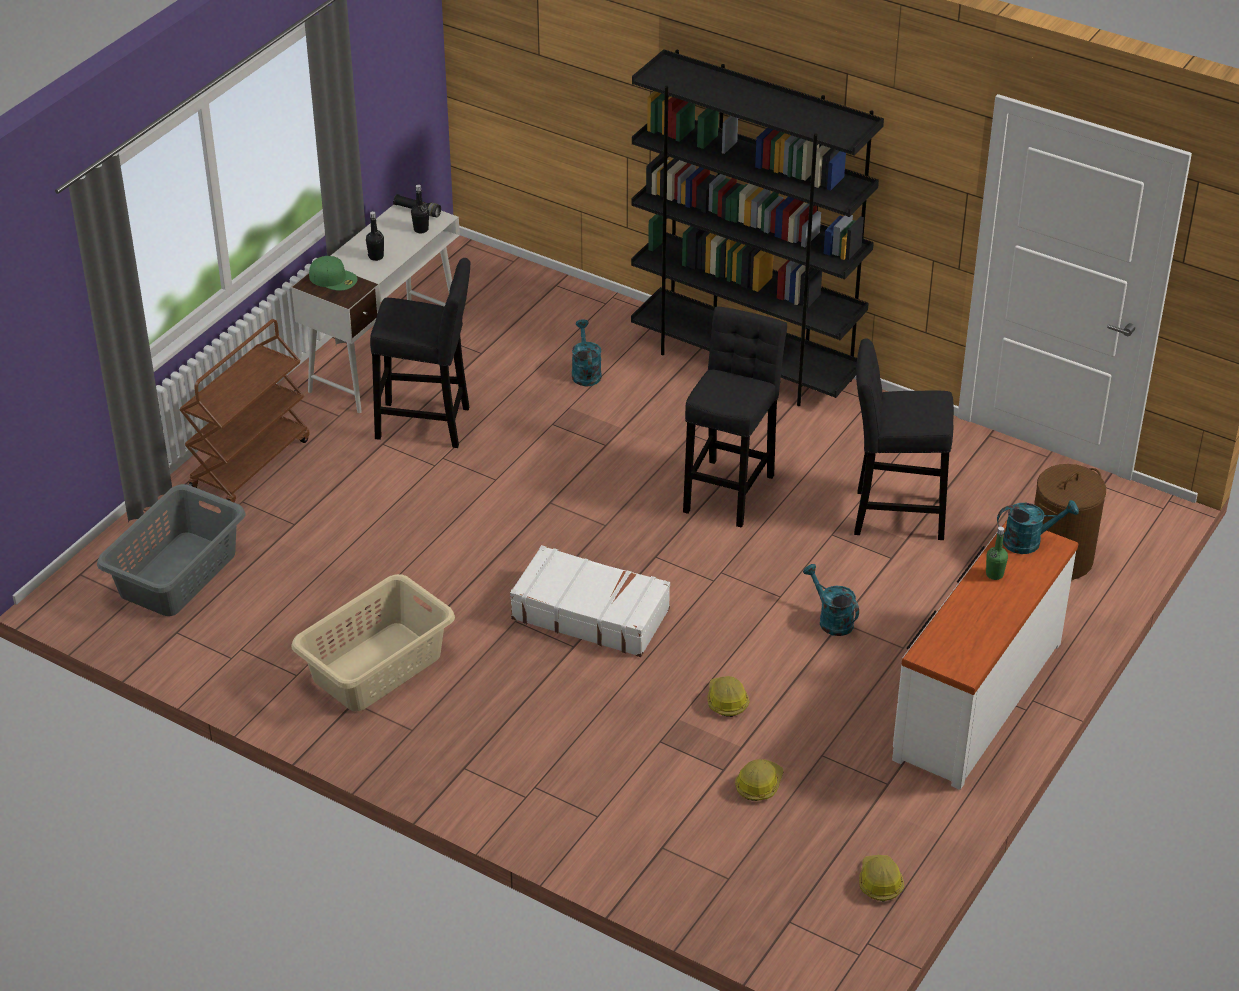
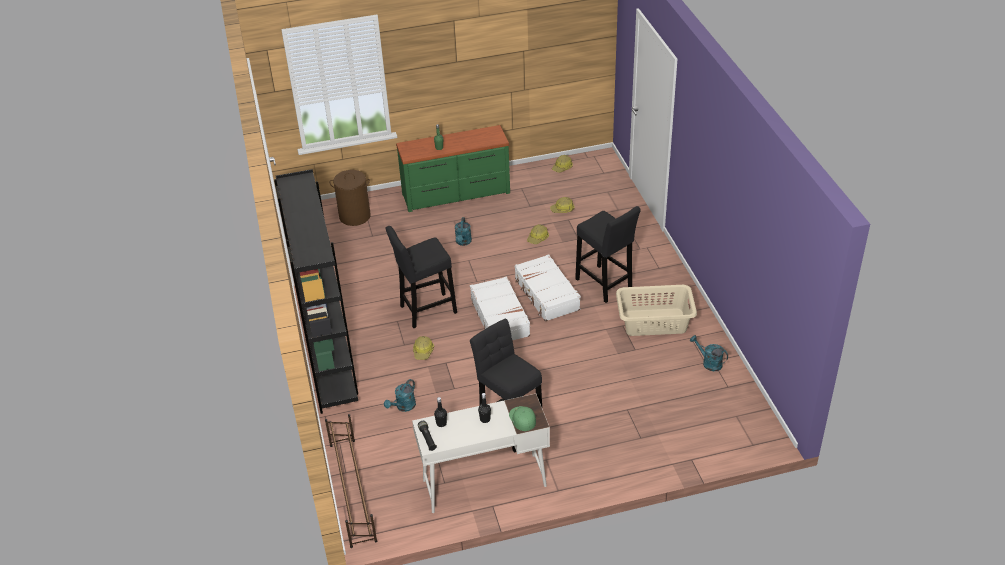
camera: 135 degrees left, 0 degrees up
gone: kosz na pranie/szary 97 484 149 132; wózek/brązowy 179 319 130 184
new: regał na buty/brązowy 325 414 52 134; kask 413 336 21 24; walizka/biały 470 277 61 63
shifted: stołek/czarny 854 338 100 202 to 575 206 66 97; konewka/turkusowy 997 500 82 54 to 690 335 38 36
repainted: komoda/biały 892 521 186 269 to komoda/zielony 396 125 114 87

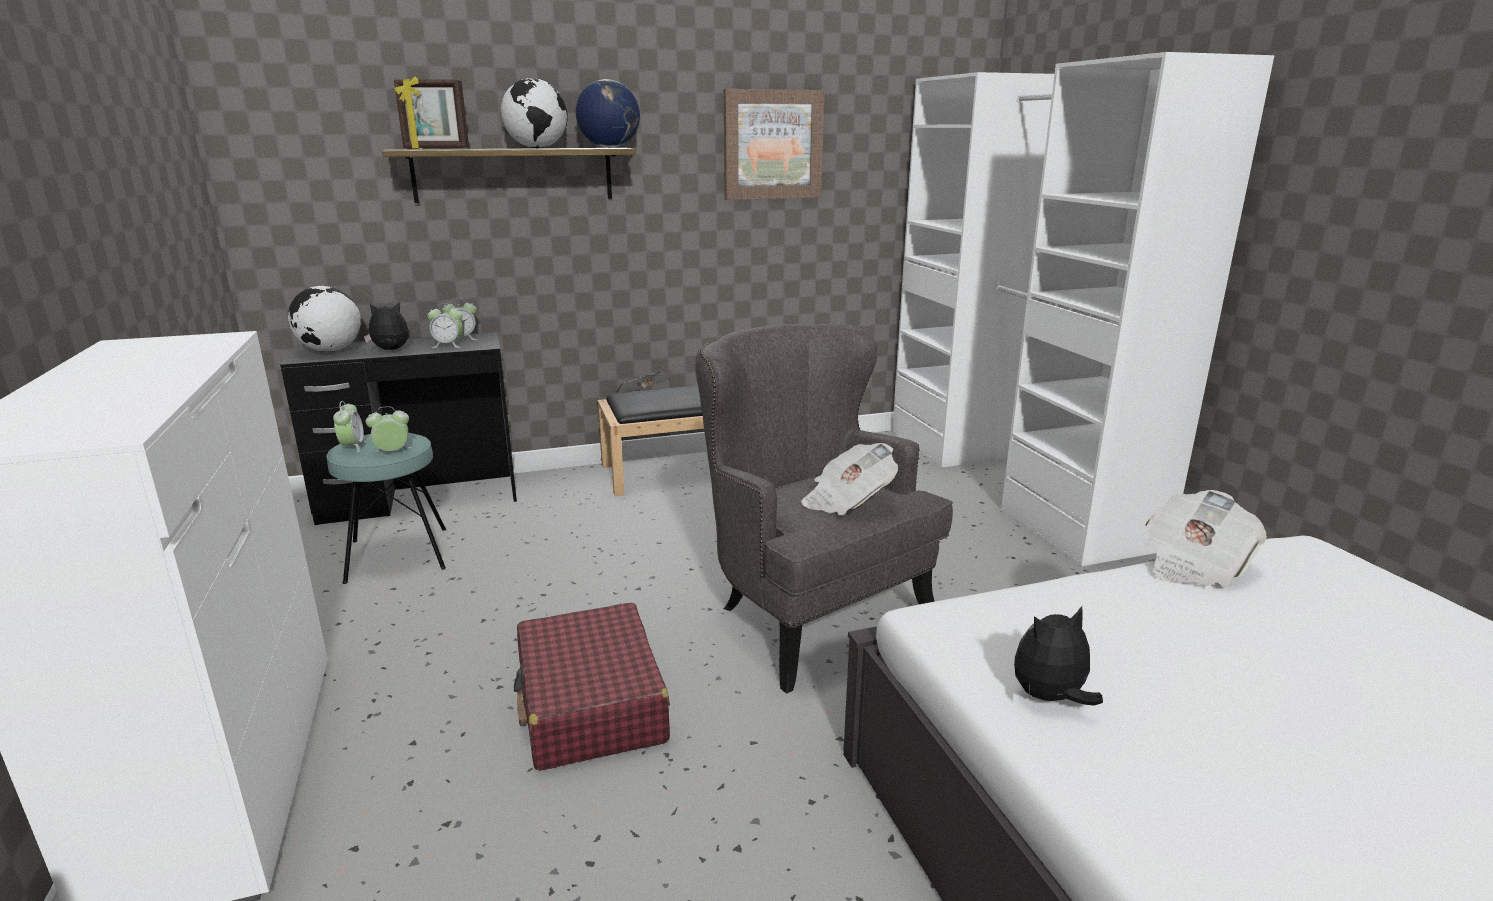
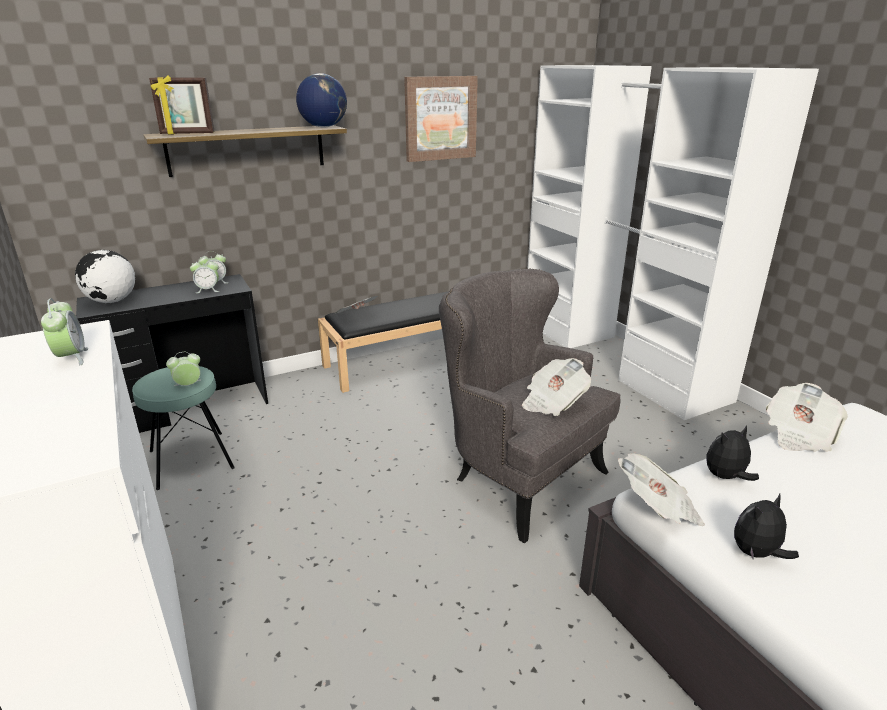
camera: 10 degrees left, 5 degrees up
gone: globus 501 78 67 70; walizka/czerwony 514 602 156 169
new: gazeta 618 453 87 73
shifted: budzik 333 401 33 52 to 41 298 47 67; pluszak 364 303 45 47 to 707 426 52 55

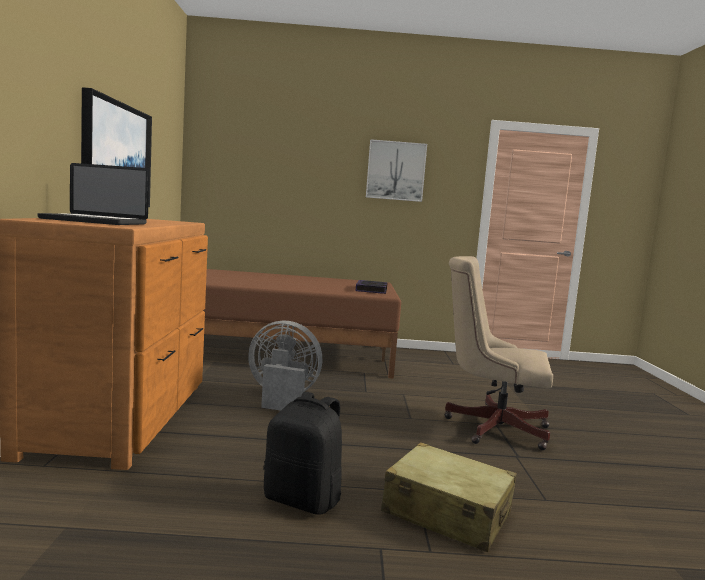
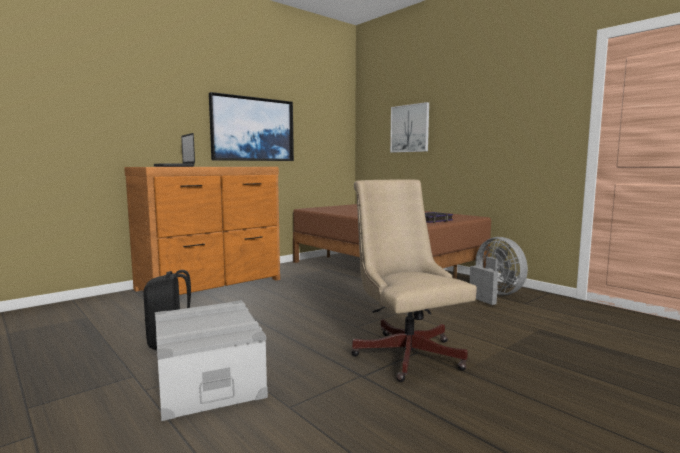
camera: 50 degrees right, 0 degrees up
shifted: wentylator/szary 248 321 74 90 to 469 237 59 68; obraz 366 139 61 63 to 390 102 39 51
swapped: walizka/beżowy 381 442 136 110 to pojemnik do przechowywania/szary 155 300 113 121

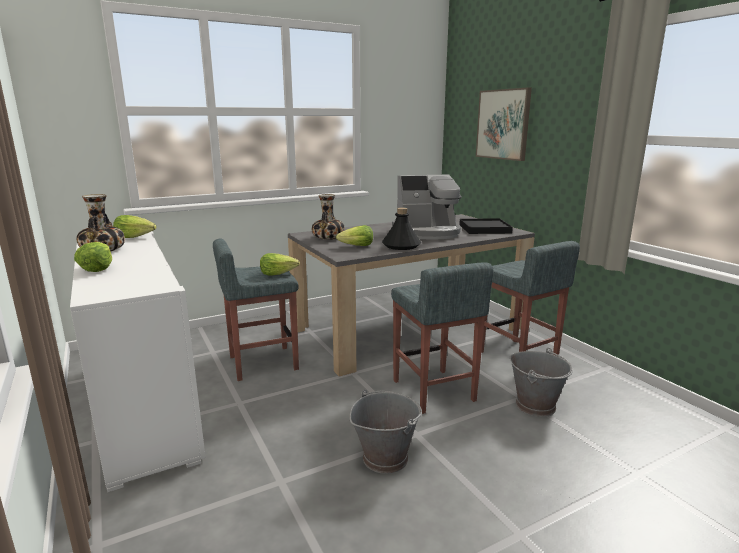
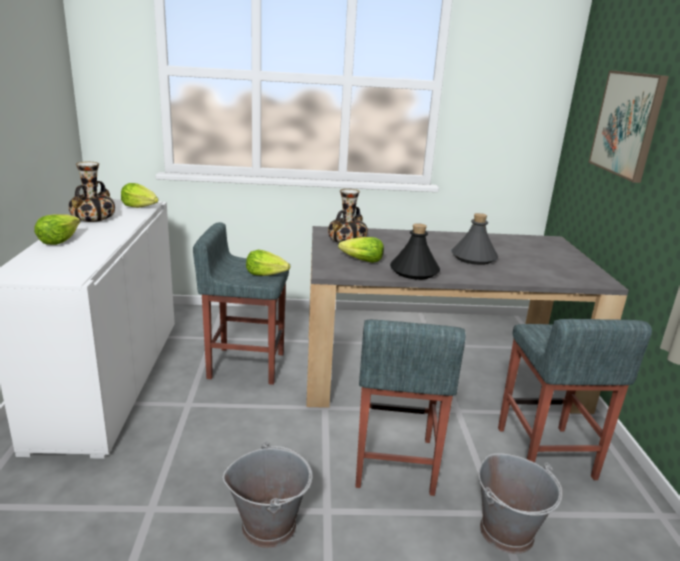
camera: 25 degrees right, 5 degrees up
gone: taca/czarny 459 218 54 16
swapped: ekspres do kawy 392 175 70 65 to butelka/szary 452 213 46 52

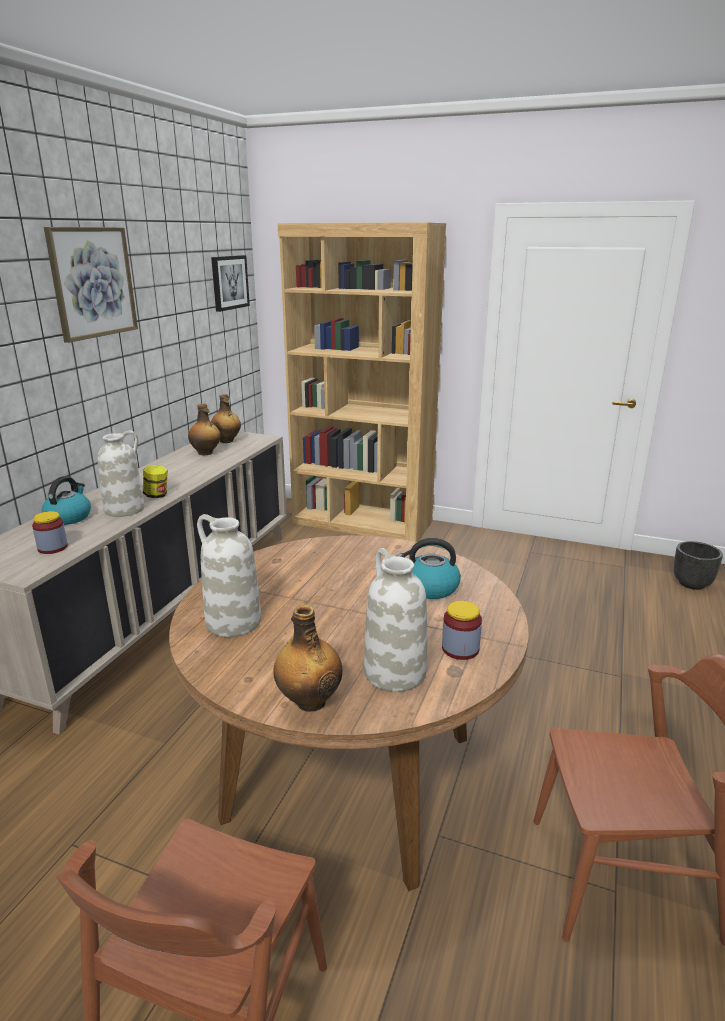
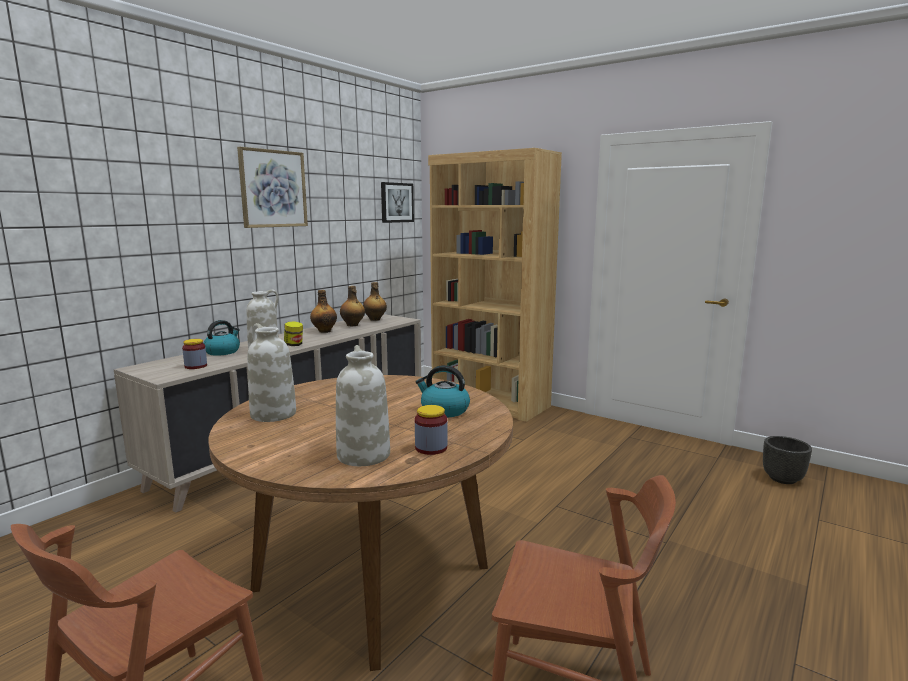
camera: 15 degrees right, 10 degrees down
shifted: butelka 273 605 69 107 to 310 290 27 43

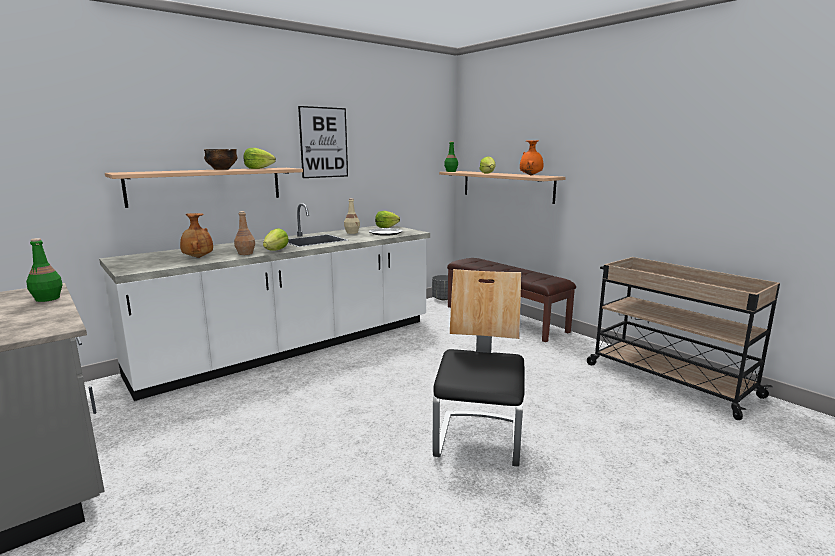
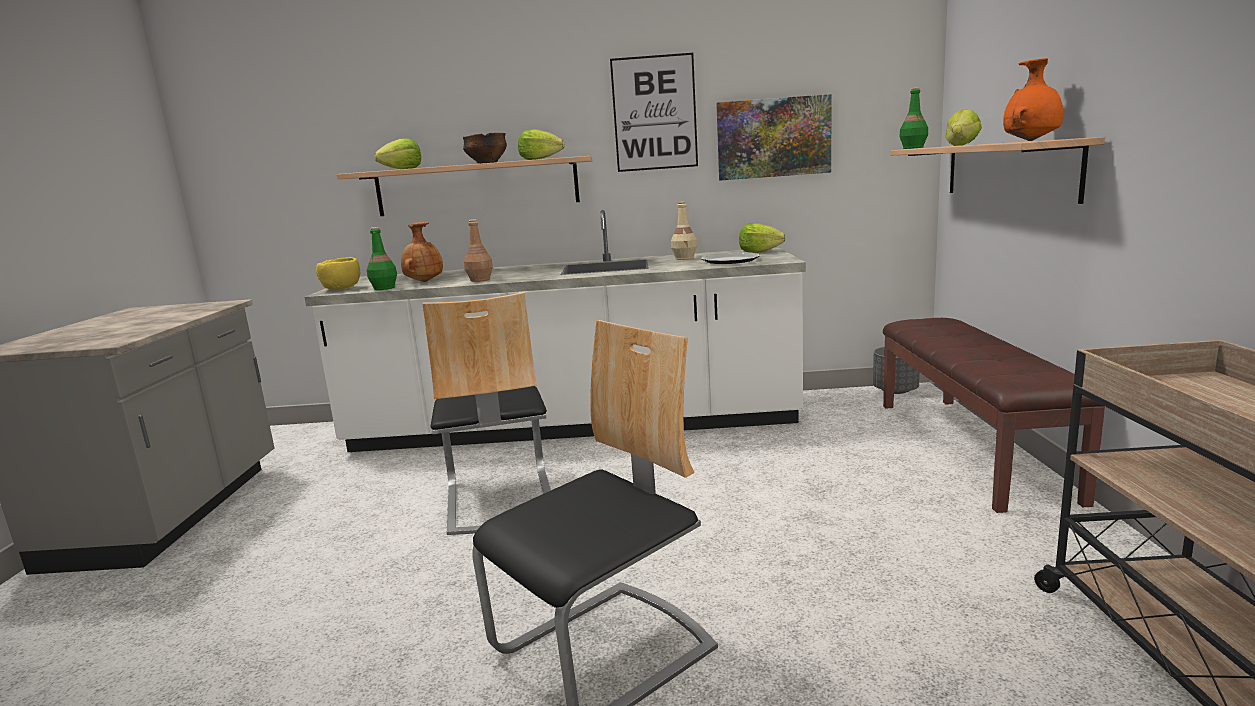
camera: 40 degrees right, 0 degrees up
new: miska/żółty 316 257 44 33; krzesło 422 292 129 243; obraz 716 94 116 86
shifted: butelka/zielony 26 238 37 64 to 367 227 30 63; sałata 263 228 26 23 to 374 138 47 31

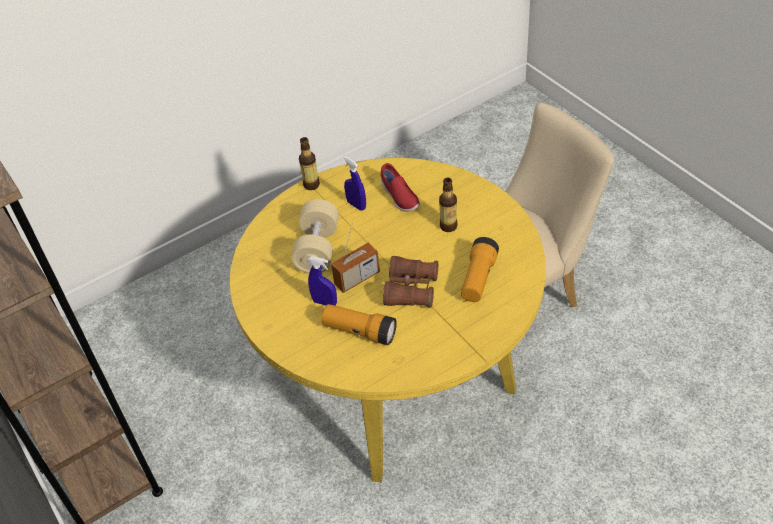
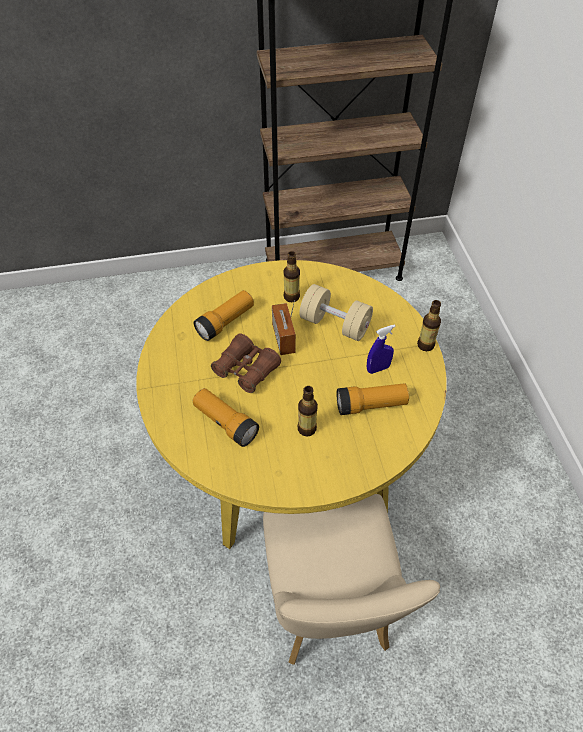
camera: 110 degrees right, 5 degrees up
gone: spryskiwacz/niebieski 308 256 29 50
new: butelka 284 251 16 51
swapped: but/czerwony 381 163 39 49 to latarka 336 383 73 32

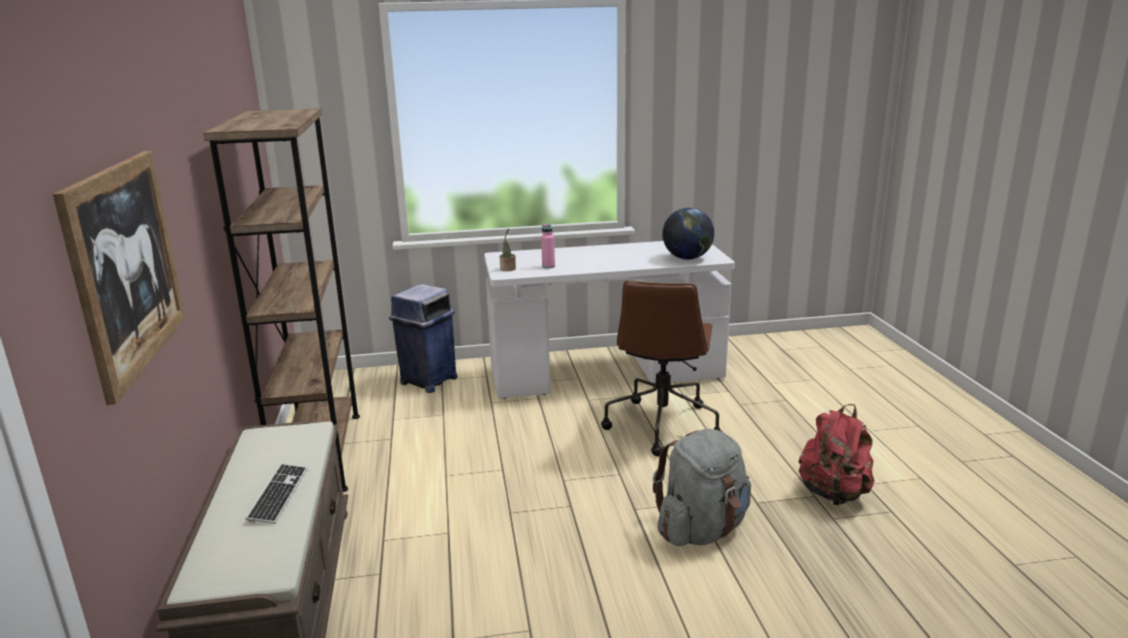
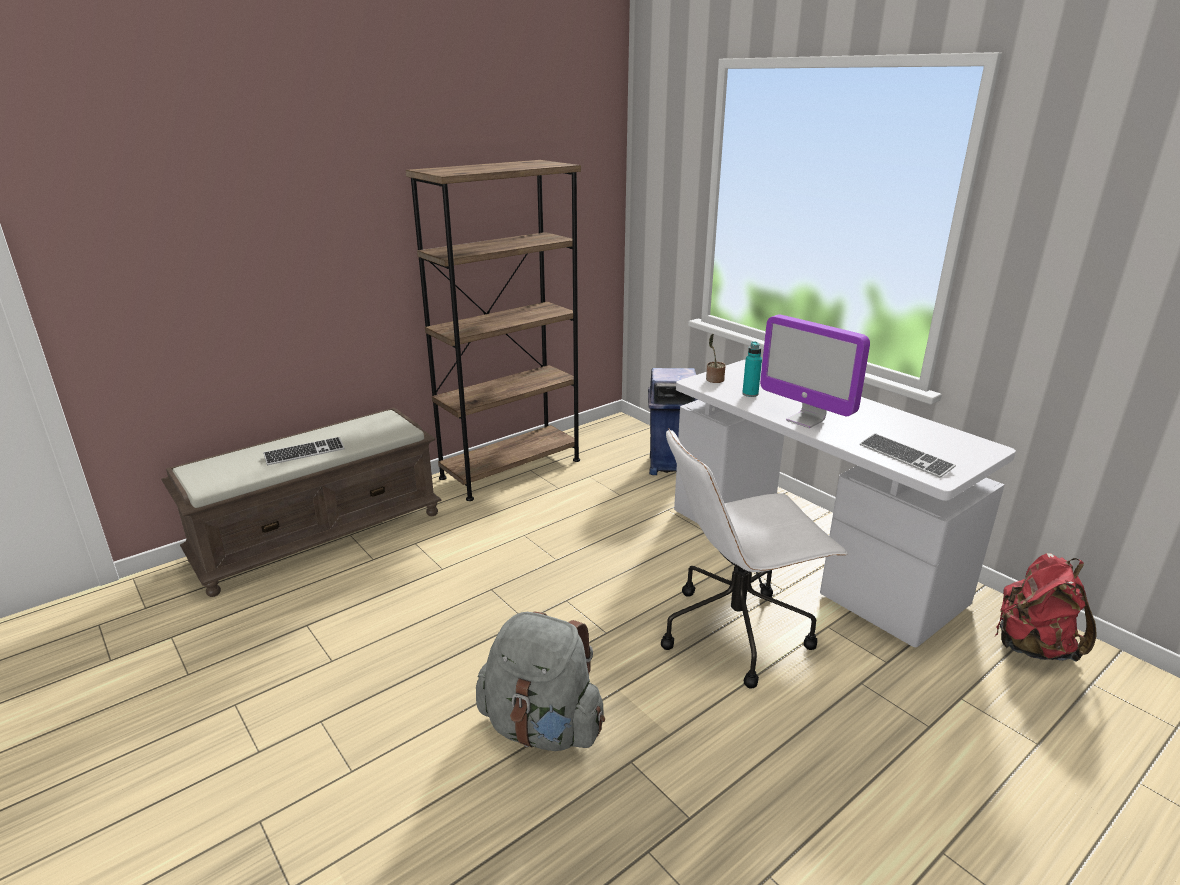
camera: 60 degrees right, 5 degrees up
gone: obraz 53 151 133 254
new: monitor 760 314 110 114
shifted: plecak/czerwony 799 404 76 102 to 995 553 101 109
swapped: globus 662 208 52 52 to klawiatura 860 433 96 45
repainted: butelka/różowy 541 223 14 46 to butelka/turkusowy 742 341 20 56; krzesło biurowe/brązowy 601 281 122 175 to krzesło biurowe/biały 661 428 188 261

